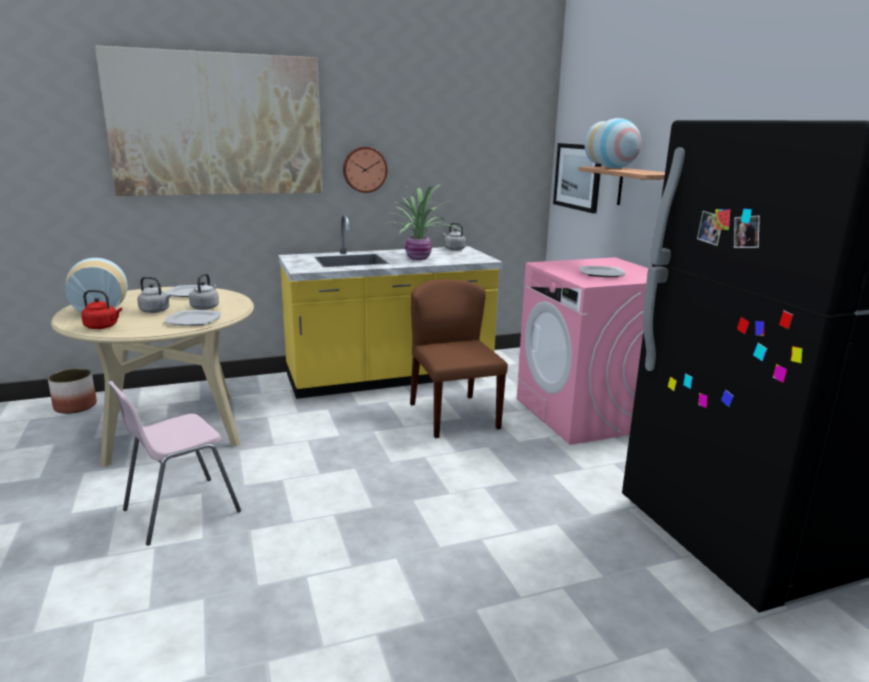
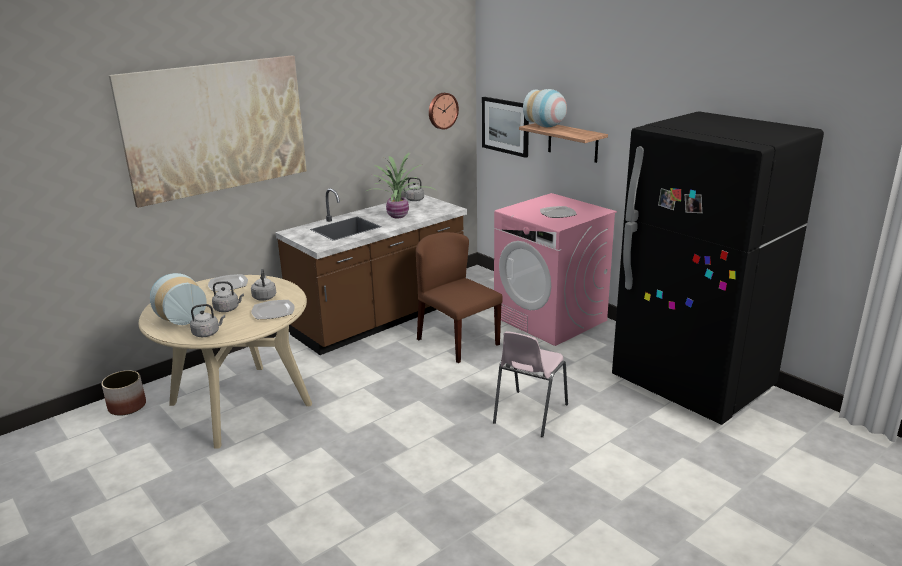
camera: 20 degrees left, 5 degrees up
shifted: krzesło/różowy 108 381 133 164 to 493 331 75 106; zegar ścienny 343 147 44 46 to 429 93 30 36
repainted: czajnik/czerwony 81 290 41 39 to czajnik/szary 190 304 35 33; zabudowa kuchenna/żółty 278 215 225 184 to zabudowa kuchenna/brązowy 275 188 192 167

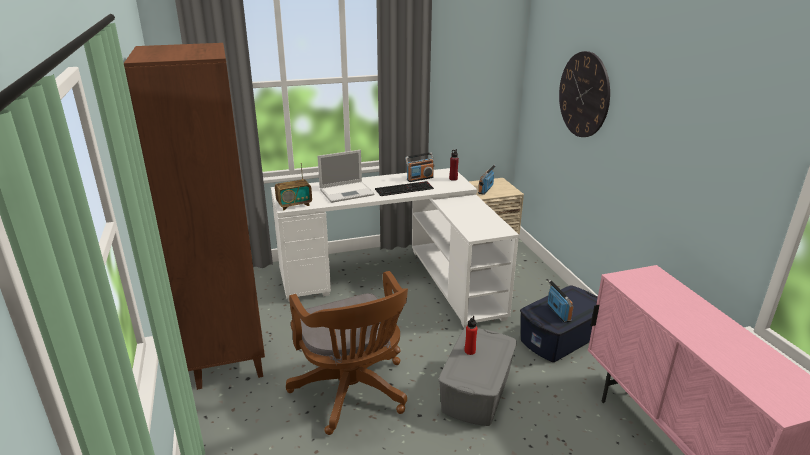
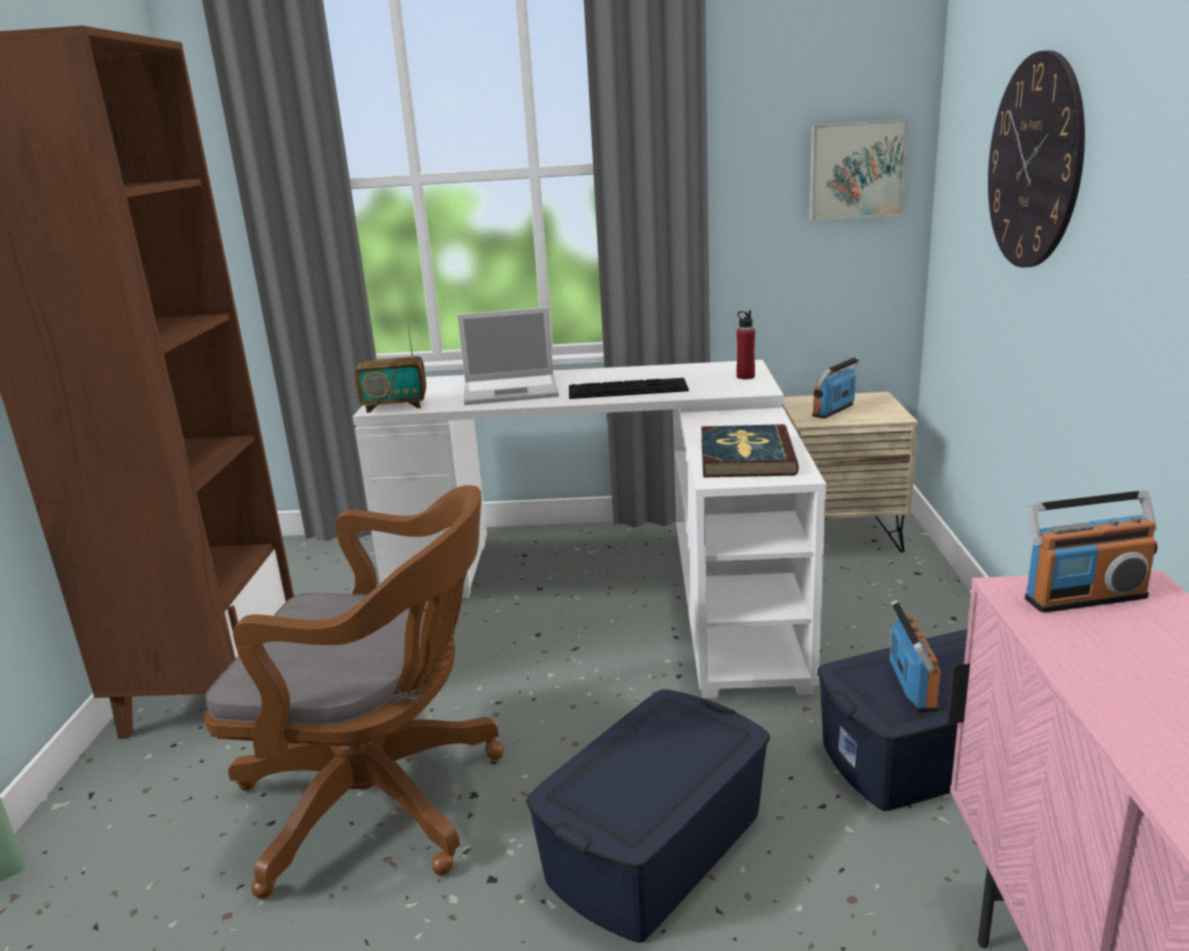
camera: 20 degrees right, 5 degrees down
gone: butelka/czerwony 465 316 12 39
new: książka 701 424 98 53; obraz 809 120 99 101
shifted: radio 405 152 29 30 to 1025 490 132 123
repainted: pojemnik do przechowywania/szary 438 328 79 98 to pojemnik do przechowywania/niebieski 526 689 244 254
rotated: krzesło biurowe/brązowy 286 271 122 164 = 204 485 300 414 75 degrees counterclockwise

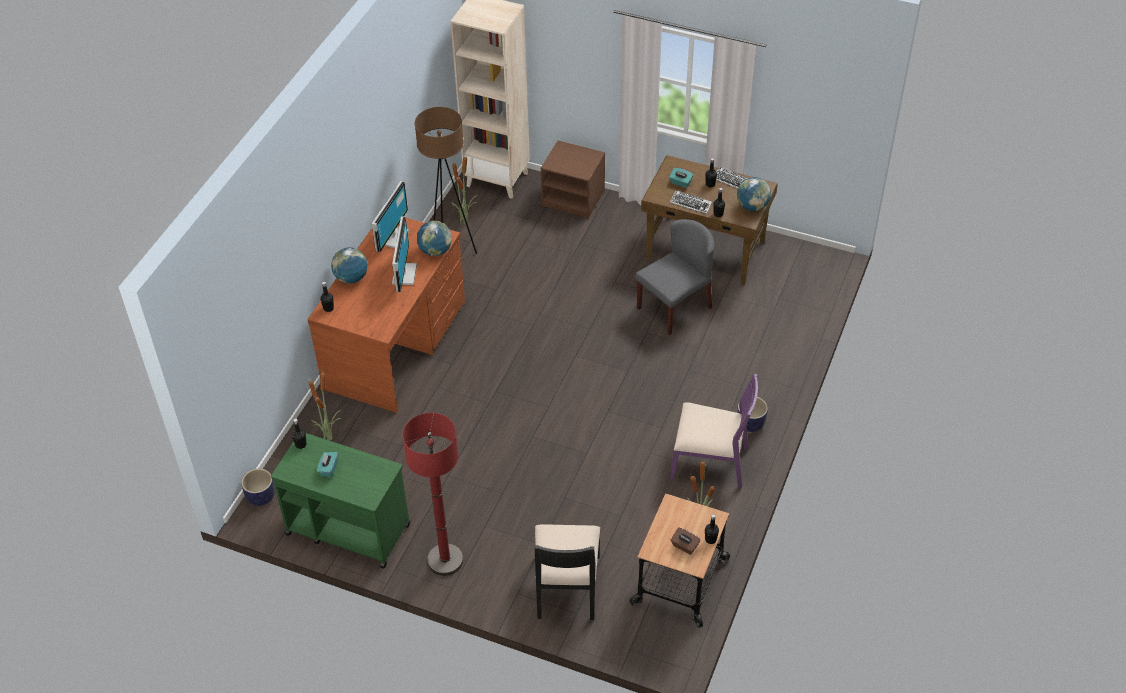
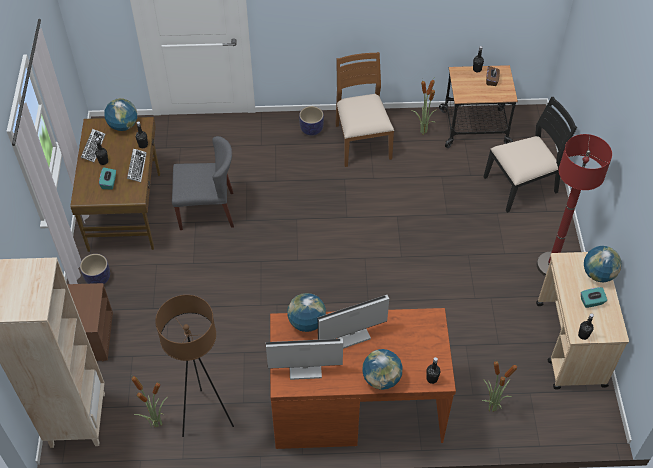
camera: 115 degrees left, 5 degrees up
new: globus 584 246 38 36
shifted: donica 241 468 34 38 to 80 254 30 30
repainted: wózek/zielony 271 433 139 136 to wózek/beżowy 536 252 93 138; krzesło/fioletowy 670 373 88 116 to krzesło/brązowy 335 52 59 115
rotated: krzesło/szary 635 219 79 116 = 172 136 62 94 150 degrees clockwise

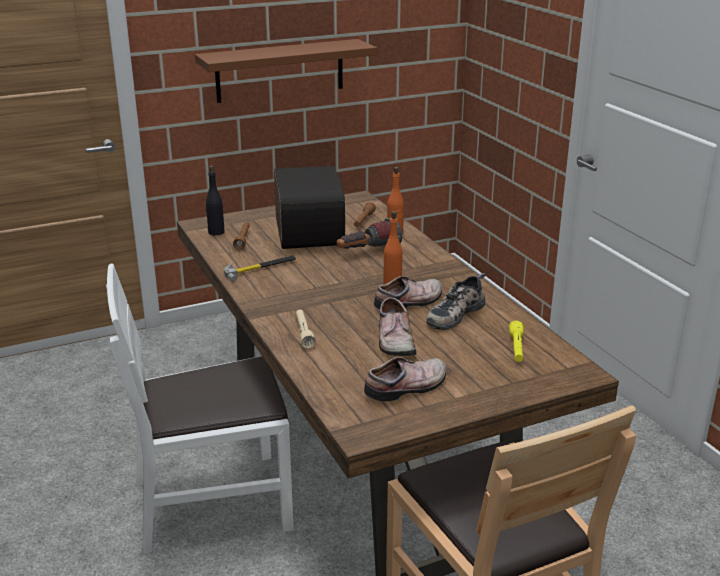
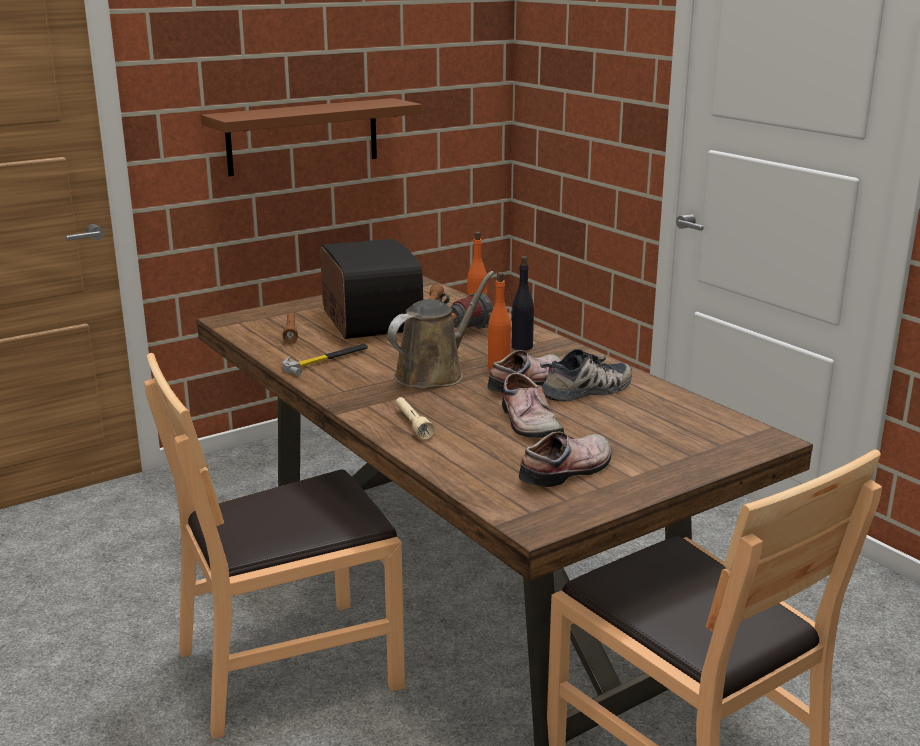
camera: 10 degrees left, 5 degrees down
gone: latarka/żółty 509 321 15 41
new: konewka/brązowy 388 271 107 118
shifted: butelka/czarny 206 166 19 70 to 511 256 23 95
repainted: krzesło/biały 106 264 188 290 to krzesło/brązowy 144 353 261 387
rotated: but 426 273 60 57 = 540 349 92 53 150 degrees counterclockwise

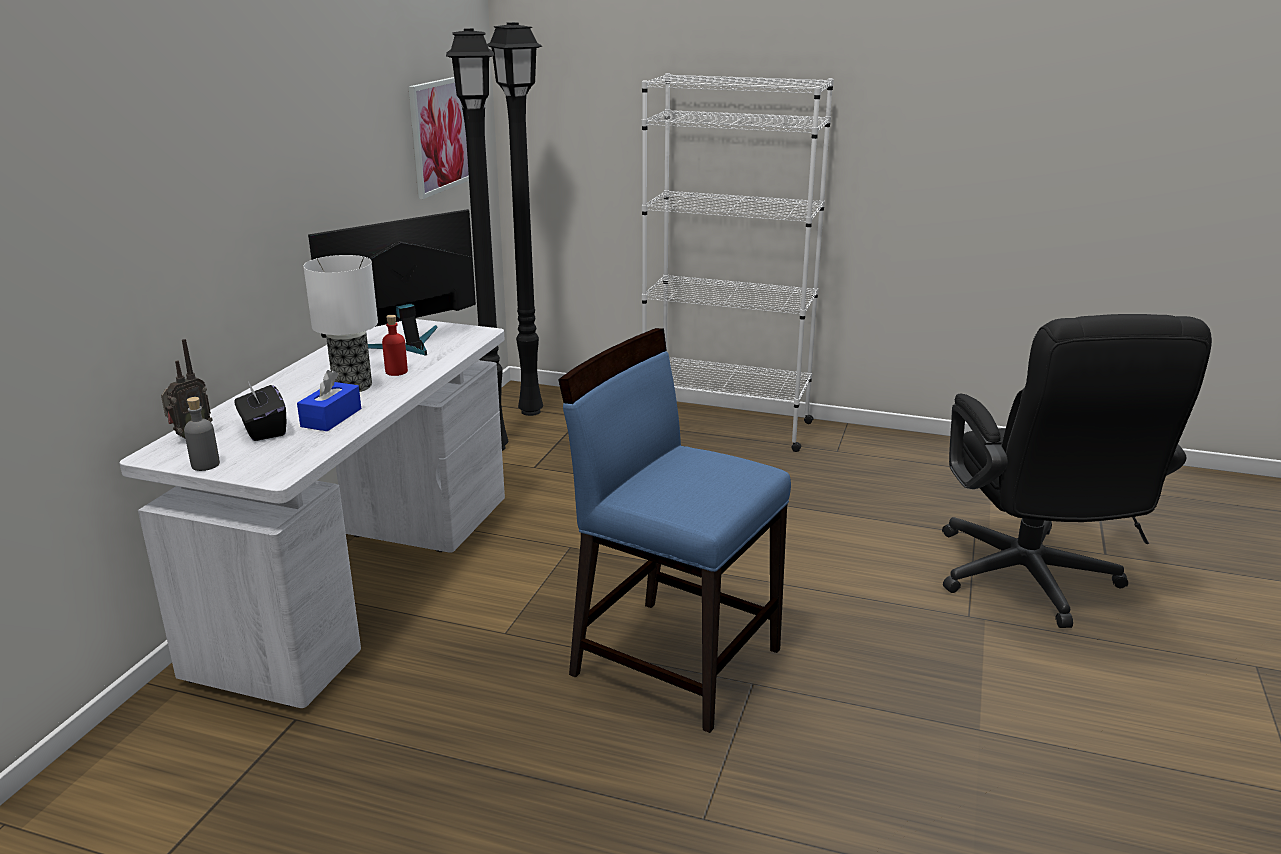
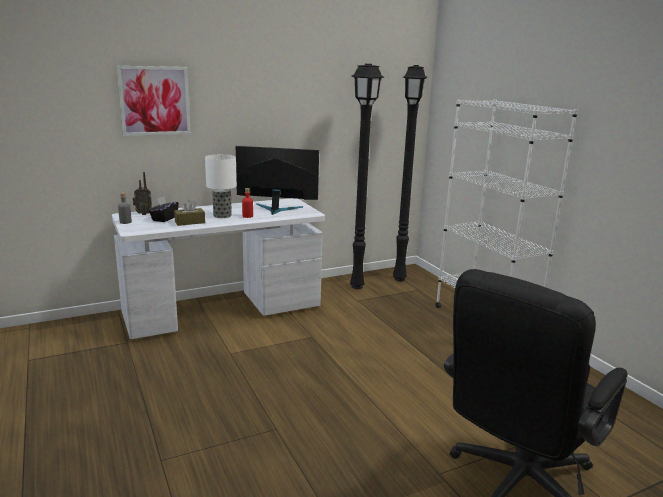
camera: 45 degrees right, 5 degrees down
gone: krzesło/niebieski 558 328 233 405
shifted: obraz 409 77 60 122 to 117 66 74 70
repainted: pudełko chusteczek/niebieski 297 370 64 61 to pudełko chusteczek/brązowy 174 200 31 26

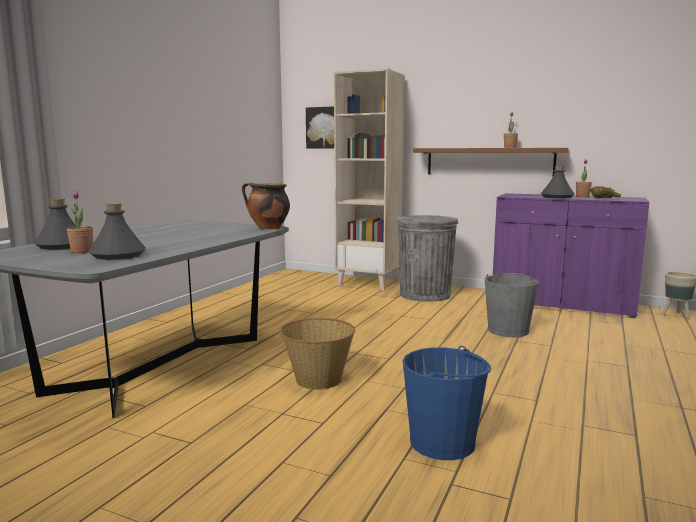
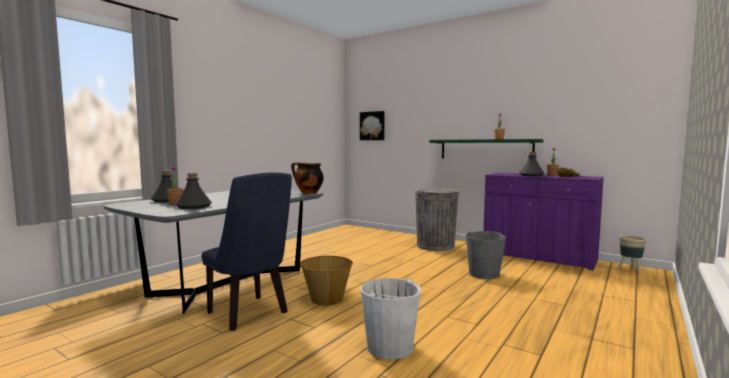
camera: 10 degrees right, 5 degrees down
gone: regał/beżowy 334 68 71 223
new: krzesło/niebieski 202 173 90 158
repainted: wiadro/niebieski 403 346 88 114 to wiadro/biały 360 277 61 83; półka/brązowy 413 148 156 27 to półka/zielony 429 139 114 20

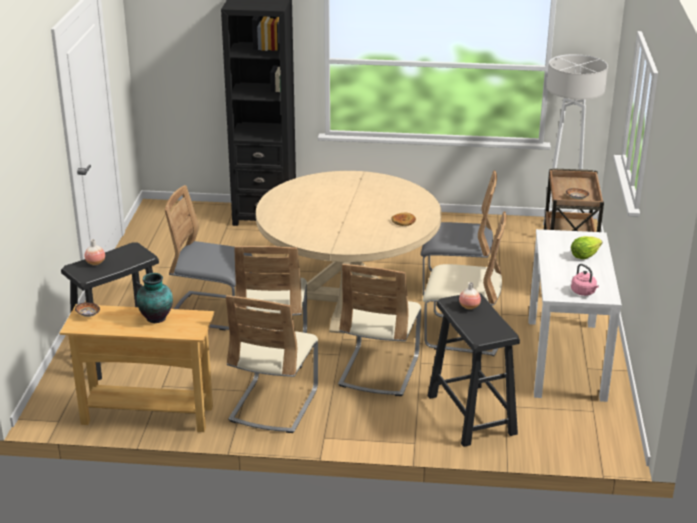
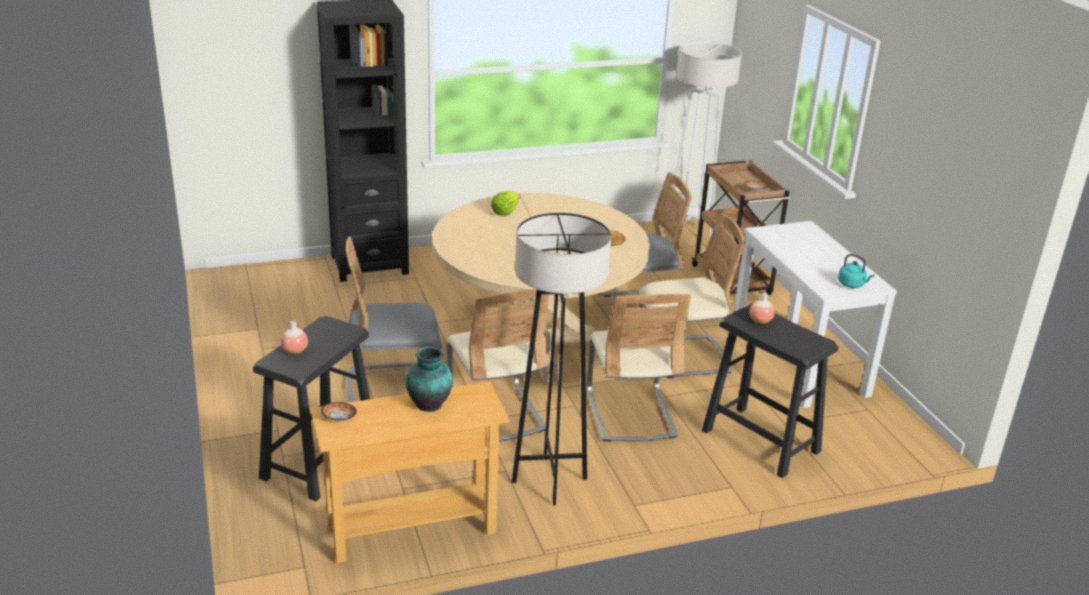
camera: 25 degrees left, 0 degrees up
shifted: sałata 571 236 31 23 to 491 191 29 25
swapped: krzesło/beżowy 226 295 92 138 to lampa stojąca/szary 512 213 99 293
repainted: czajnik/różowy 571 264 28 32 to czajnik/turkusowy 838 254 37 34

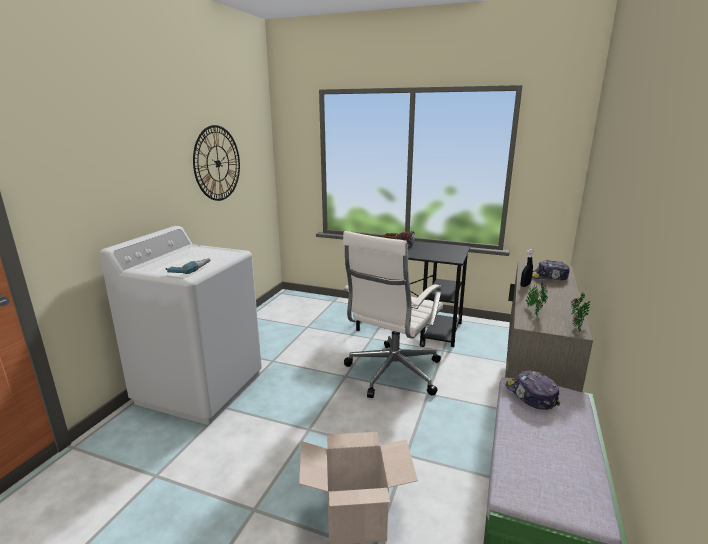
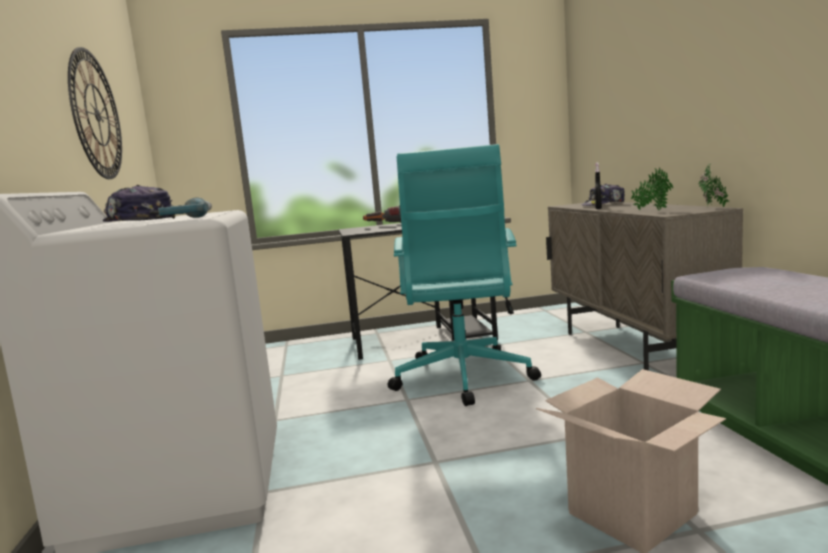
camera: 30 degrees left, 10 degrees down
shifted: czapka z daszkiem 506 371 54 39 to 103 185 72 37
repainted: krzesło biurowe/biały 343 231 100 167 to krzesło biurowe/turkusowy 388 144 153 262

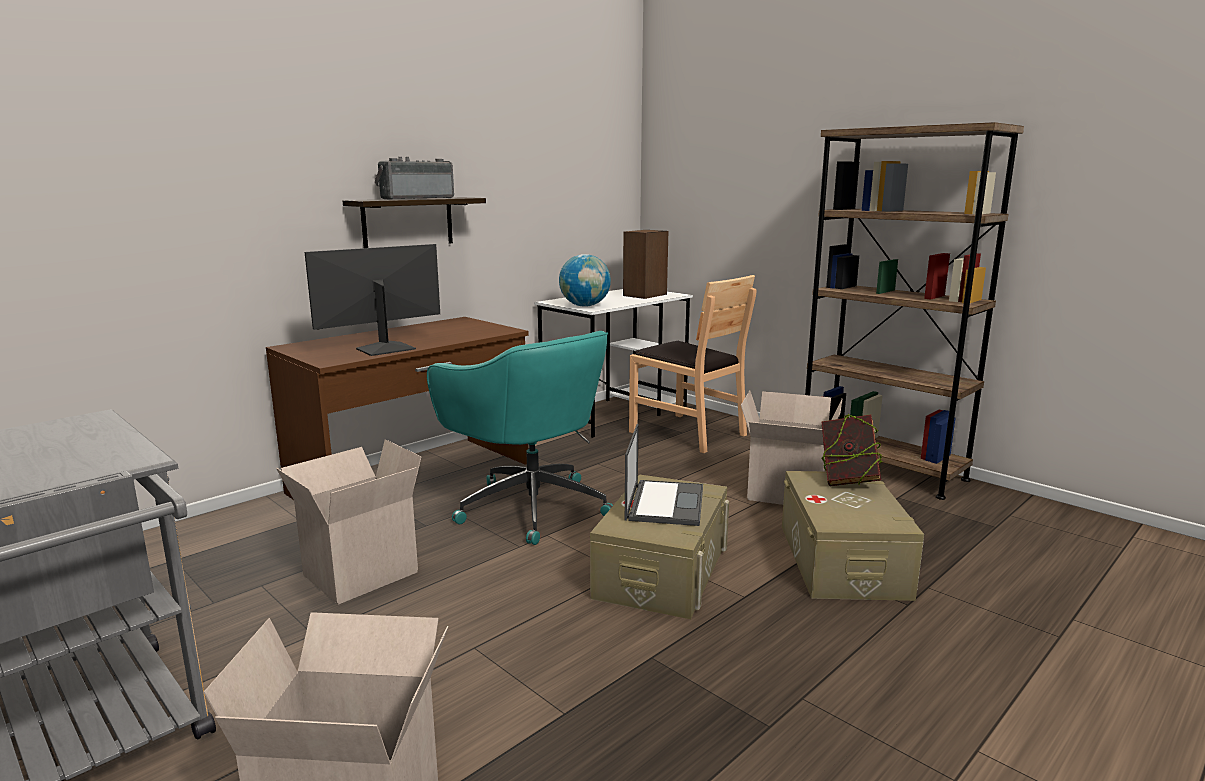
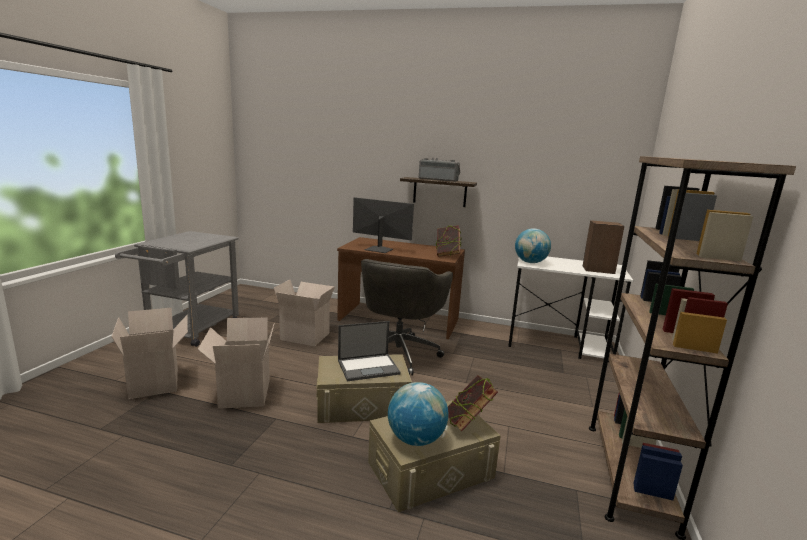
camera: 60 degrees right, 0 degrees up
gone: krzesło/brązowy 629 275 127 178
new: globus 388 382 60 64; książka 436 225 26 32
shifted: karton 741 390 102 115 to 198 318 77 91
repainted: krzesło biurowe/turkusowy 427 331 186 214 to krzesło biurowe/szary 361 259 92 117

